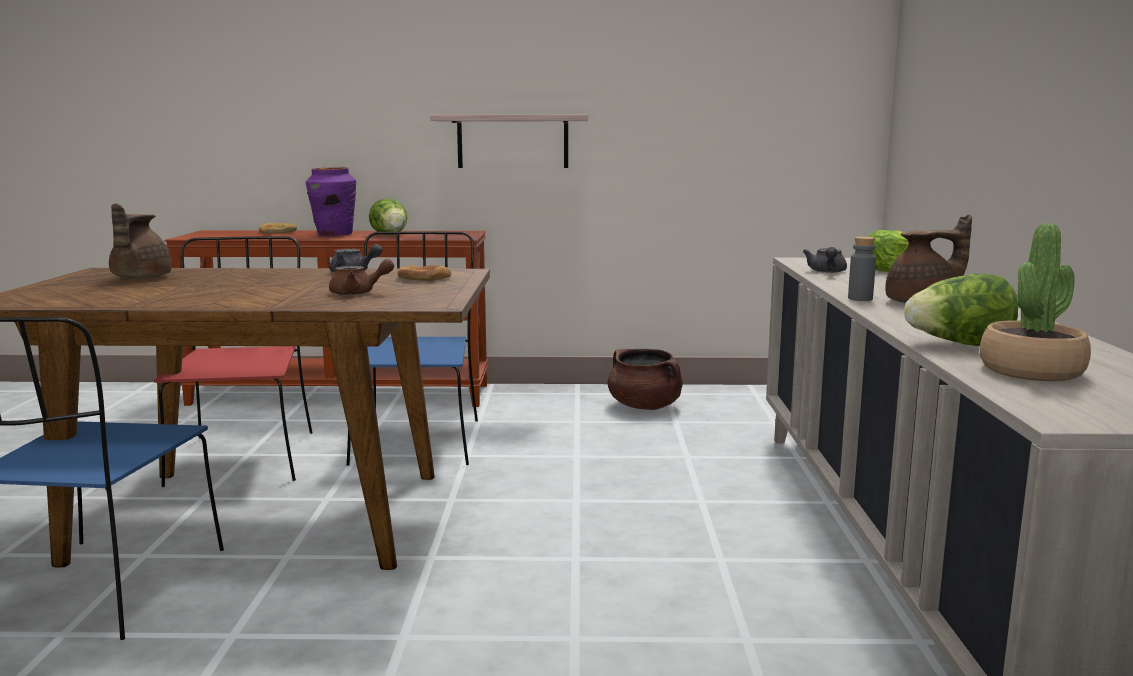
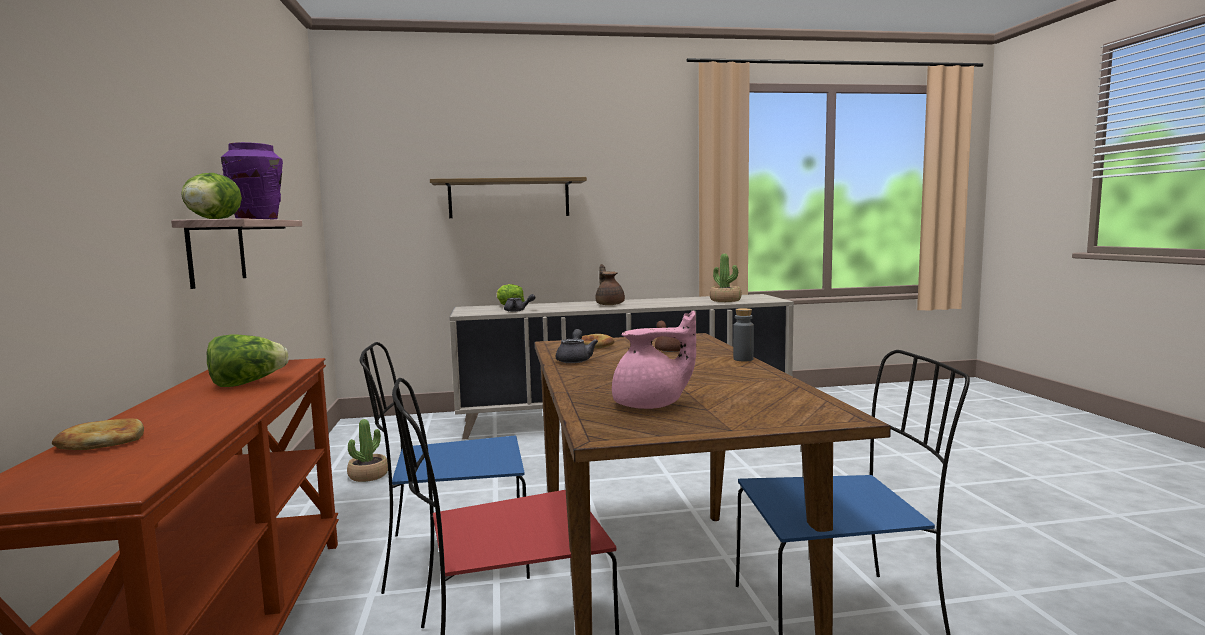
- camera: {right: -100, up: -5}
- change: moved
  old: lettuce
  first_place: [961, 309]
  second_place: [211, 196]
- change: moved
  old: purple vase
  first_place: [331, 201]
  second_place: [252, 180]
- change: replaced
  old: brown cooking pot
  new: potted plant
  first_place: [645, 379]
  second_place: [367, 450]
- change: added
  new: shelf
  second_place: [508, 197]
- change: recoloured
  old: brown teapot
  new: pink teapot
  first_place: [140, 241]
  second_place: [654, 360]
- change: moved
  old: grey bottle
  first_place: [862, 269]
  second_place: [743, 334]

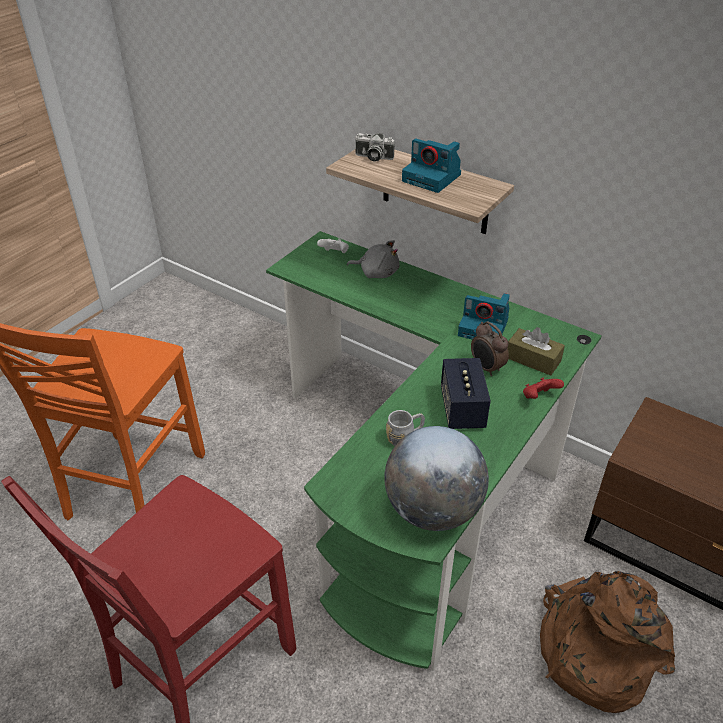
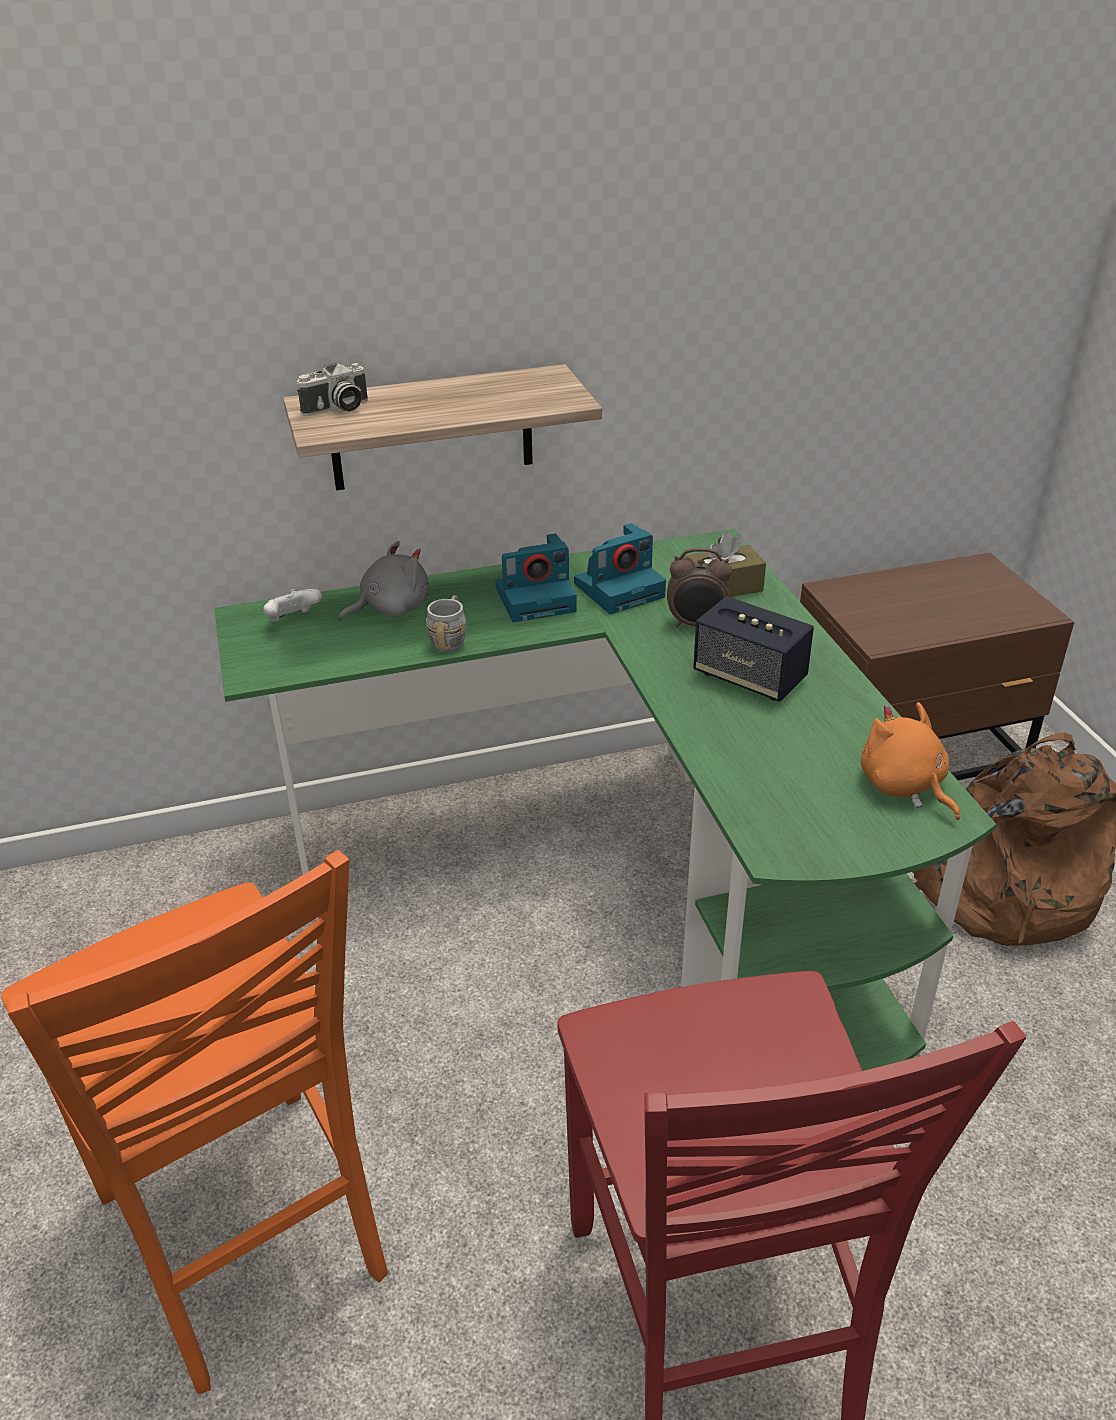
- camera: {right: -50, up: -5}
- change: moved
  old: grey mug
  first_place: [405, 428]
  second_place: [446, 623]
- change: moved
  old: photo camera
  first_place: [431, 166]
  second_place: [536, 578]
- change: replaced
  old: globe
  new: orange plush toy
  first_place: [436, 478]
  second_place: [910, 761]
- change: removed
  old: red game controller
  first_place: [543, 388]

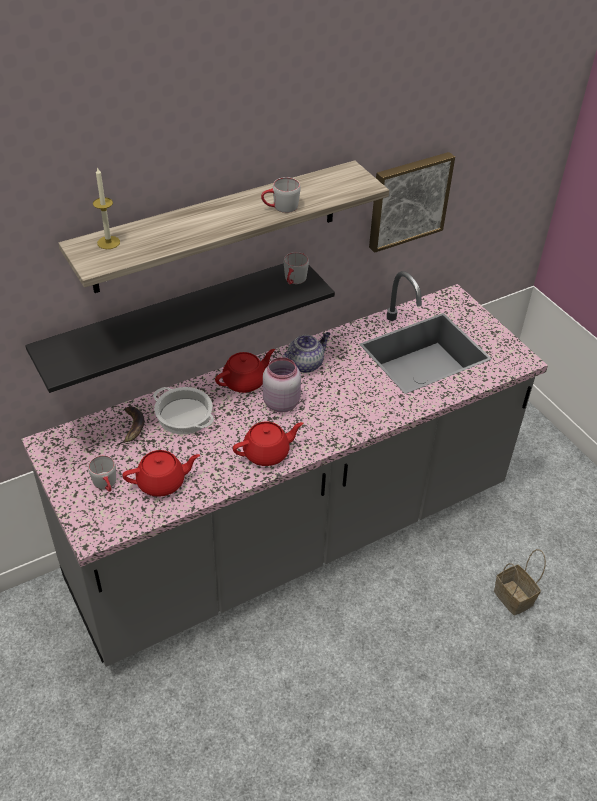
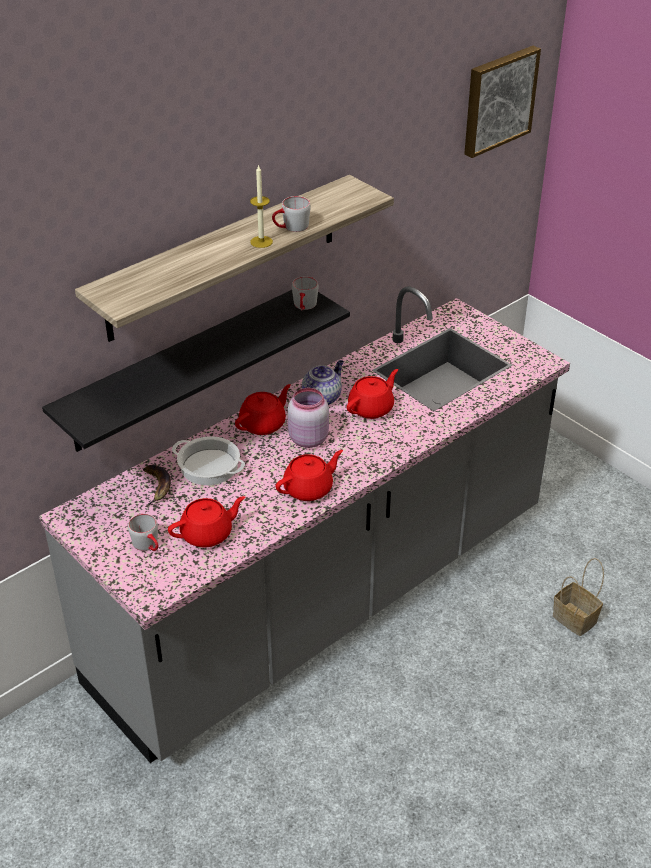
- camera: {right: -10, up: -5}
- change: moved
  old: candle
  first_place: [106, 208]
  second_place: [261, 206]
- change: added
  new: red teapot
  second_place: [372, 394]
- change: moved
  old: picture
  first_place: [412, 202]
  second_place: [502, 102]

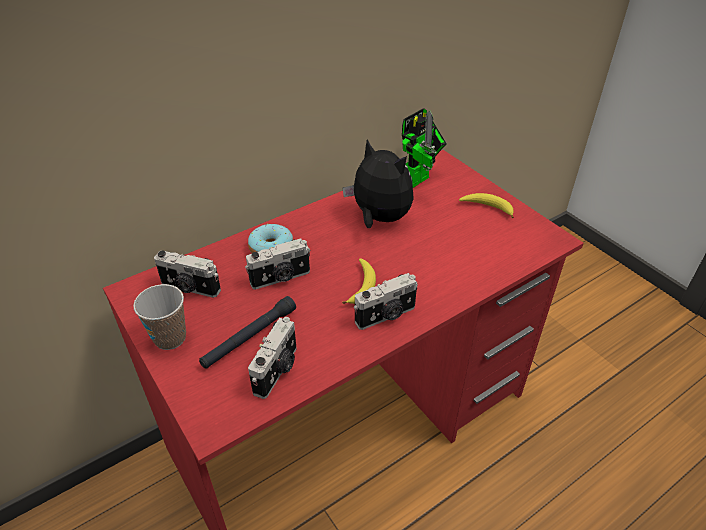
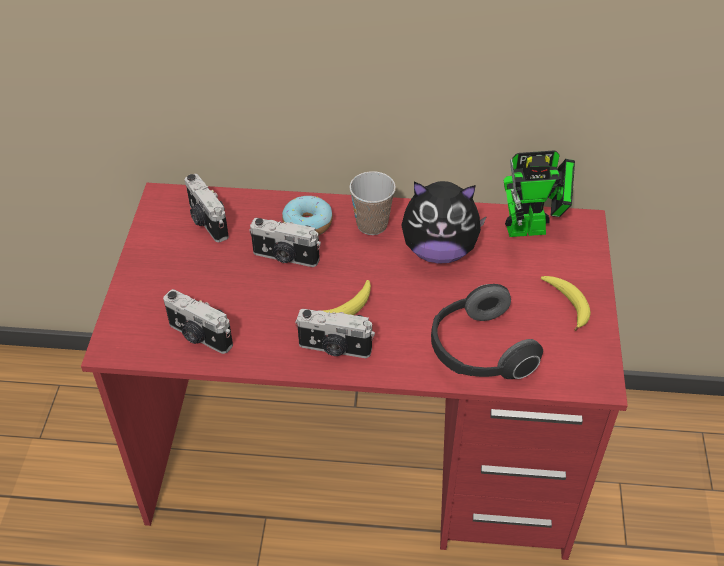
- camera: {right: 40, up: 5}
- change: turned
  old: photo camera
  first_place: [272, 358]
  second_place: [198, 321]
  degrees: 60
- change: moved
  old: cup
  first_place: [159, 317]
  second_place: [372, 203]
- change: turned
  old: plush toy
  first_place: [378, 184]
  second_place: [444, 222]
  degrees: 105
- change: added
  new: headphones
  second_place: [487, 331]
- change: removed
  old: black flashlight
  first_place: [247, 332]

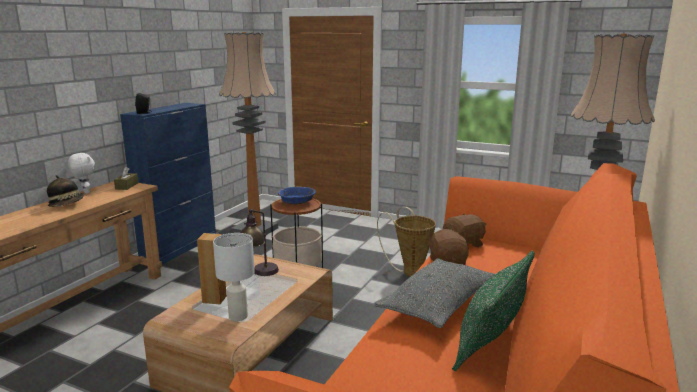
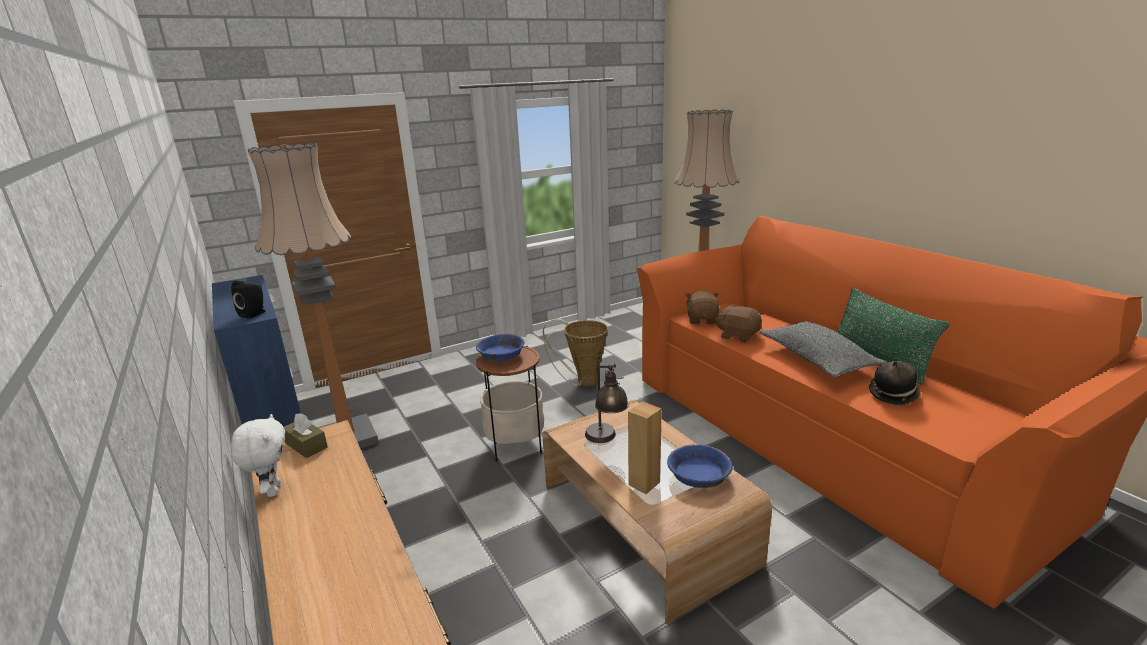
- camera: {right: -55, up: 5}
- change: turned
  old: white plush toy
  first_place: [81, 173]
  second_place: [258, 455]
  degrees: 75
- change: replaced
  old: white table lamp
  new: blue bowl
  first_place: [234, 277]
  second_place: [700, 466]
- change: moved
  old: hat
  first_place: [65, 191]
  second_place: [895, 383]

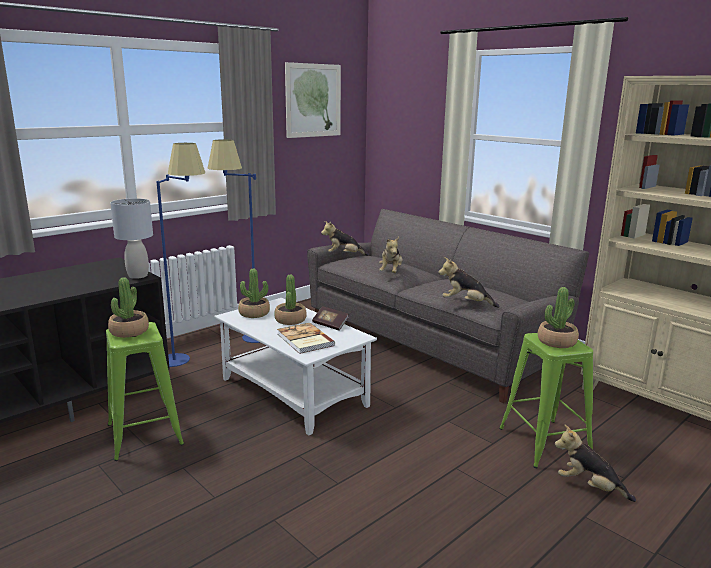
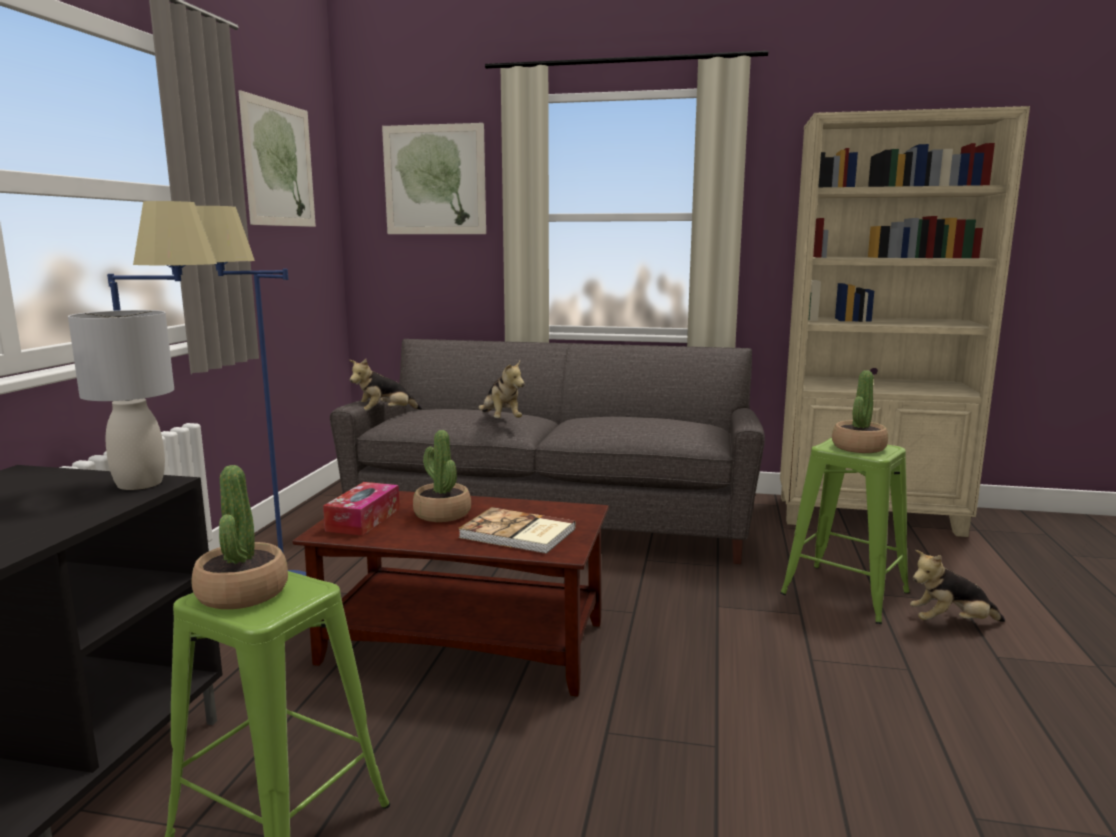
- camera: {right: -35, up: -5}
- change: recoloured
  old: white coffee table
  new: brown coffee table
  first_place: [295, 366]
  second_place: [451, 594]
- change: replaced
  old: potted plant
  new: tissue box
  first_place: [254, 293]
  second_place: [361, 509]
- change: added
  new: picture
  second_place: [434, 178]
- change: removed
  old: book
  first_place: [330, 318]
- change: removed
  old: plush toy
  first_place: [468, 282]

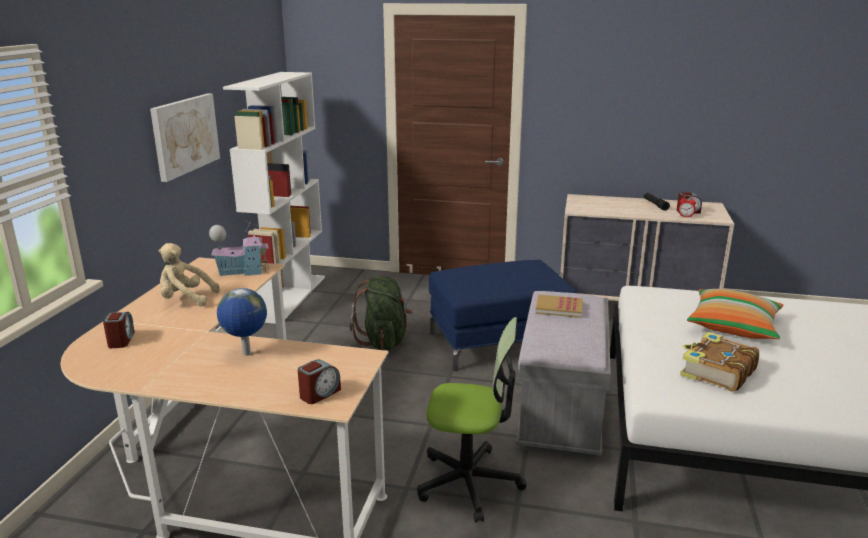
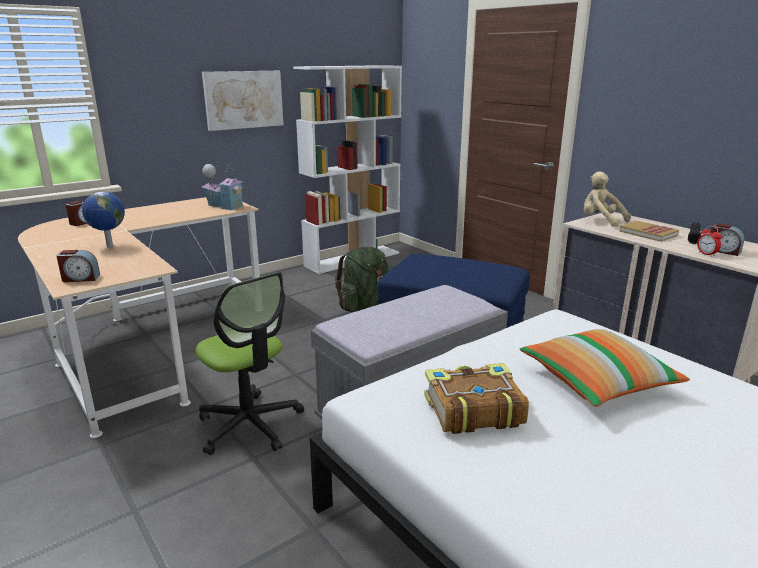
- camera: {right: 40, up: 0}
- change: moved
  old: beige plush toy
  first_place: [189, 275]
  second_place: [607, 199]
- change: moved
  old: book
  first_place: [559, 306]
  second_place: [649, 231]

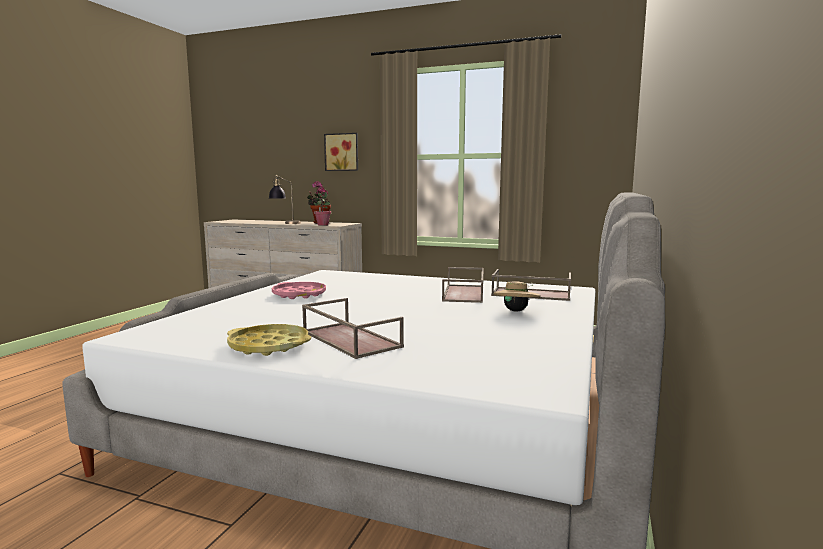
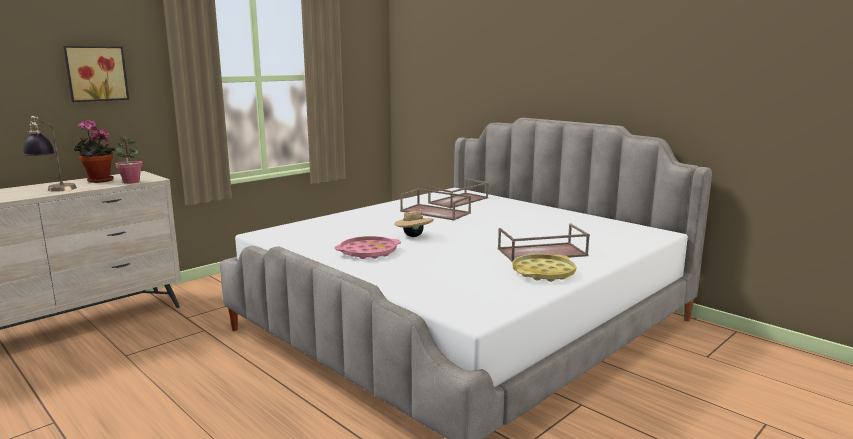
- camera: {right: -65, up: 5}
- change: moved
  old: beige hat
  first_place: [517, 296]
  second_place: [413, 223]

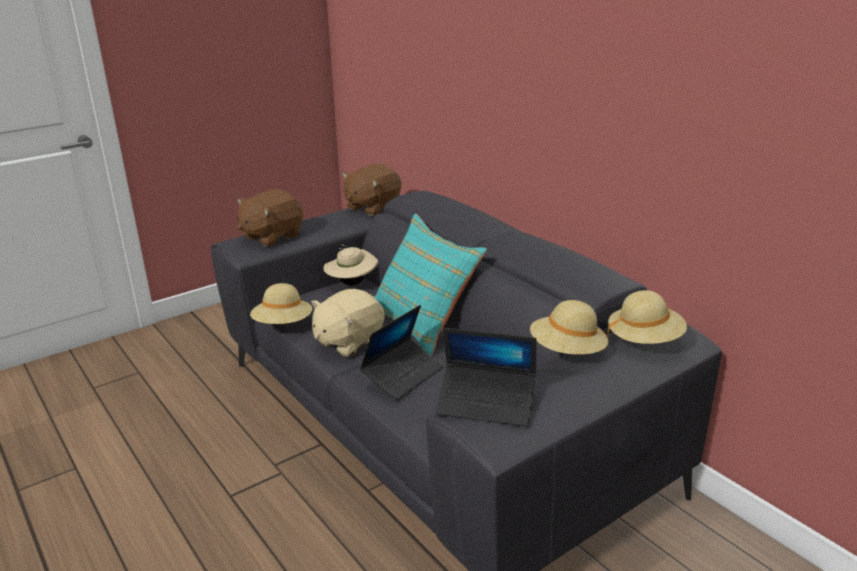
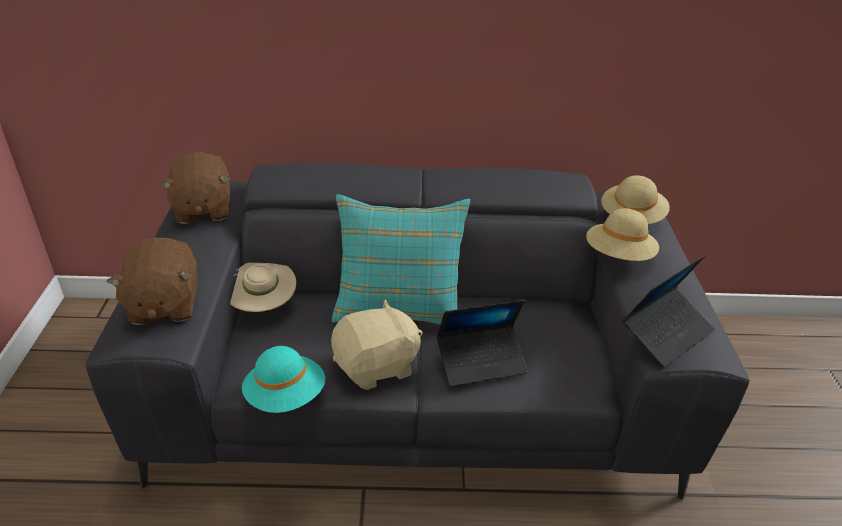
- camera: {right: -55, up: 10}
- change: recoloured
  old: beige hat
  new: turquoise hat
  first_place: [281, 303]
  second_place: [283, 379]
- change: turned
  old: beige plush toy
  first_place: [347, 323]
  second_place: [376, 344]
  degrees: -105
- change: turned
  old: laptop
  first_place: [401, 353]
  second_place: [482, 343]
  degrees: 90

